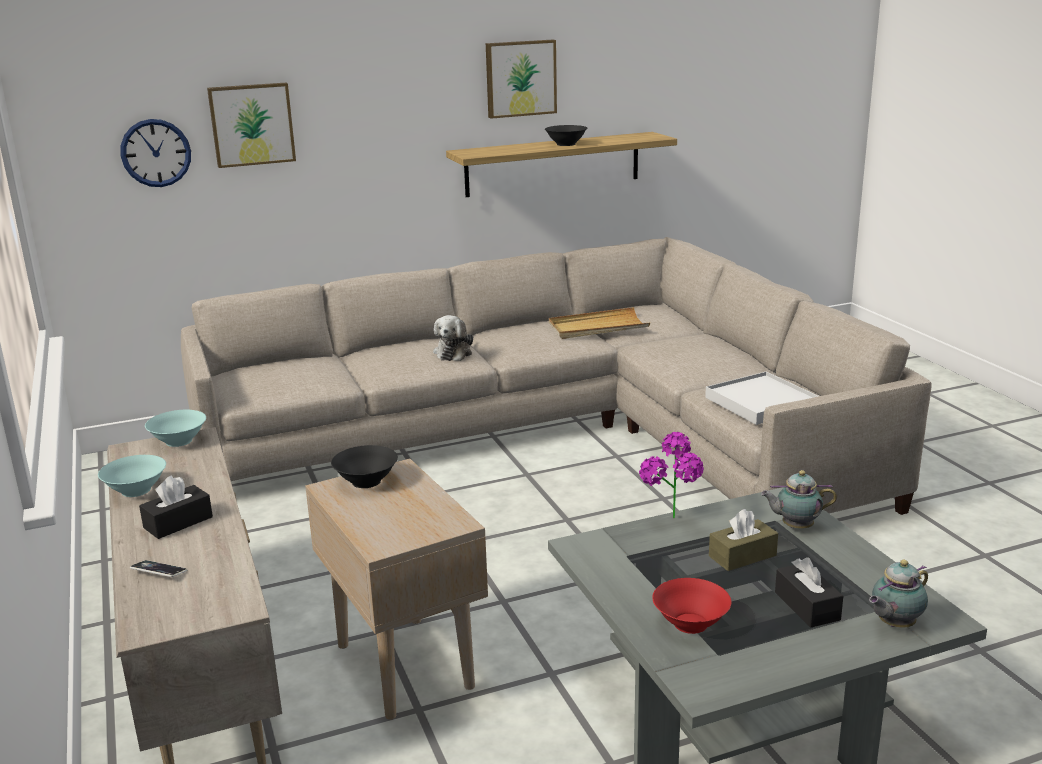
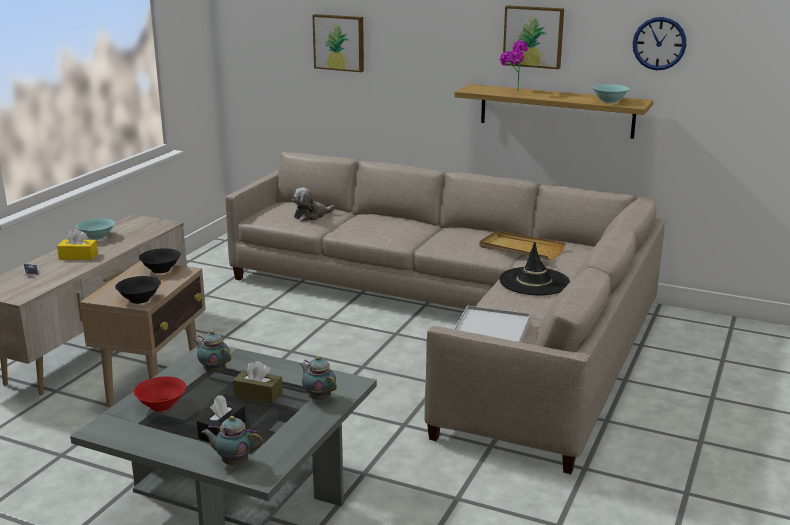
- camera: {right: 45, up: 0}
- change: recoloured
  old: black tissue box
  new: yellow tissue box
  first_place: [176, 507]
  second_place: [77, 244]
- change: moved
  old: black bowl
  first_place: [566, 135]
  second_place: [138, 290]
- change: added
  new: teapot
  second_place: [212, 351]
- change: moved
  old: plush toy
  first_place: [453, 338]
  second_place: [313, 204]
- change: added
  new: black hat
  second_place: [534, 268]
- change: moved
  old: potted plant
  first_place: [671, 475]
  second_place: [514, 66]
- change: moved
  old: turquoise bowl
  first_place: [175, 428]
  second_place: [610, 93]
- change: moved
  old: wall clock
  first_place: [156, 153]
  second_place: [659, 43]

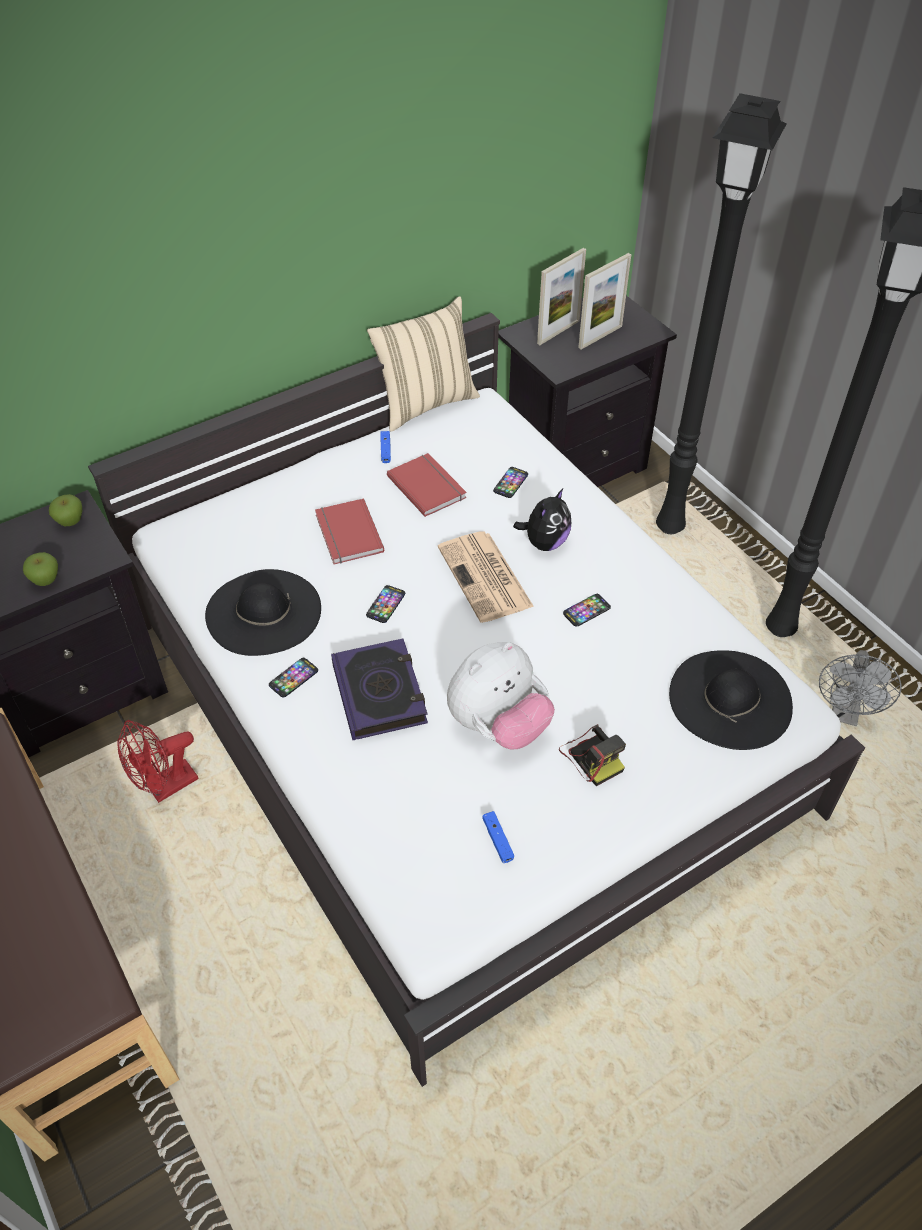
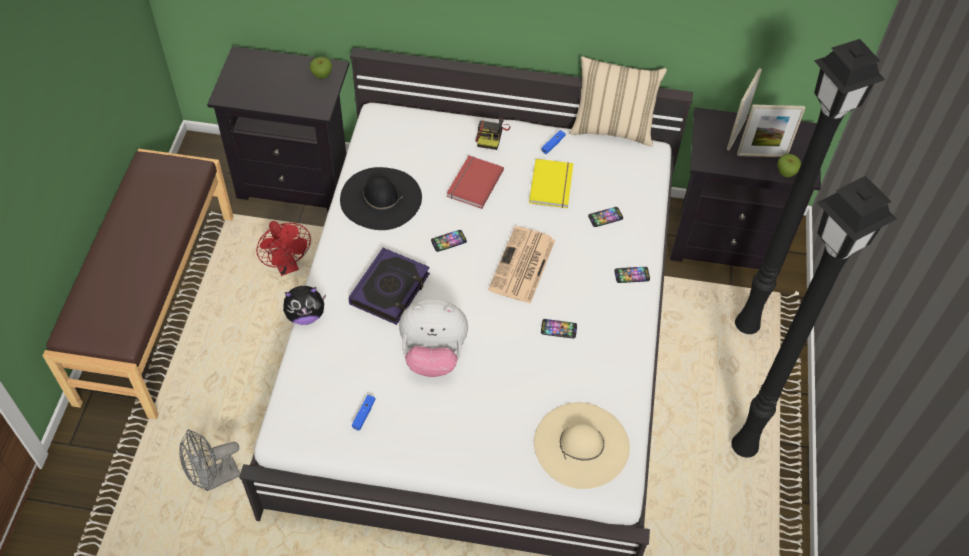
- camera: {right: 40, up: 5}
- change: moved
  old: grey fan
  first_place: [860, 688]
  second_place: [209, 460]
- change: turned
  old: red fan
  first_place: [158, 761]
  second_place: [283, 248]
  degrees: -120
- change: moved
  old: plush toy
  first_place: [542, 519]
  second_place: [304, 305]
- change: moved
  old: photo camera
  first_place: [592, 755]
  second_place: [492, 134]
- change: recoloured
  old: red book
  new: yellow book
  first_place: [427, 485]
  second_place: [551, 183]
- change: recoloured
  old: black hat
  new: beige hat
  first_place: [731, 700]
  second_place: [582, 445]
- change: moved
  old: phone
  first_place: [293, 678]
  second_place: [632, 275]
- change: turned
  old: picture frame
  first_place: [561, 296]
  second_place: [744, 109]
  degrees: 120
- change: moved
  old: apple
  first_place: [40, 569]
  second_place: [789, 166]

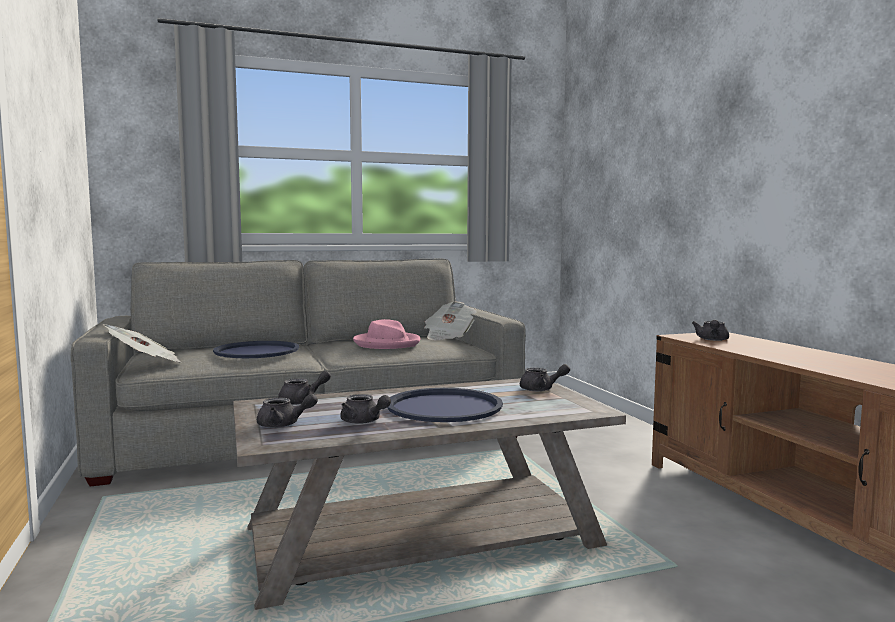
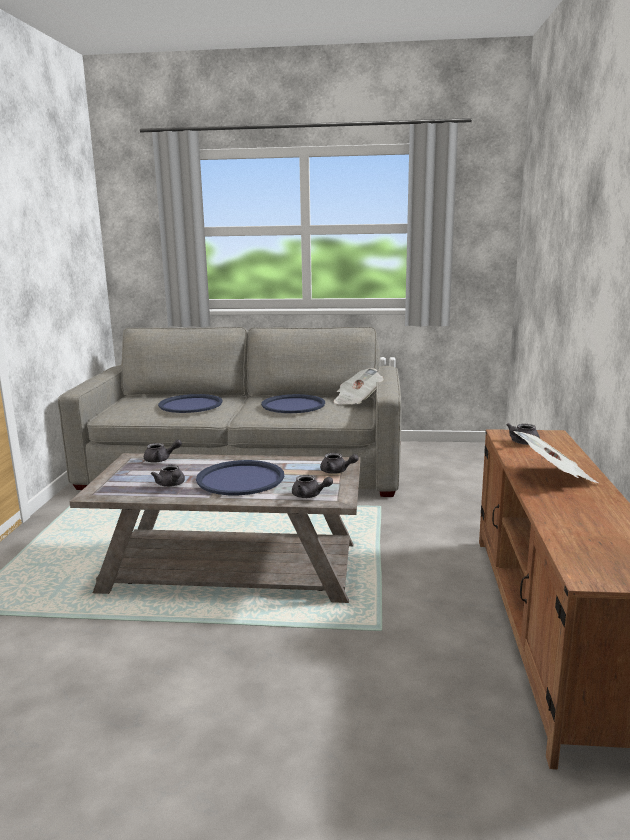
- camera: {right: 25, up: 10}
- change: replaced
  old: pink hat
  new: blue tray
  first_place: [387, 334]
  second_place: [293, 403]
- change: moved
  old: grey teapot
  first_place: [287, 411]
  second_place: [312, 486]
- change: moved
  old: newspaper
  first_place: [142, 343]
  second_place: [556, 457]

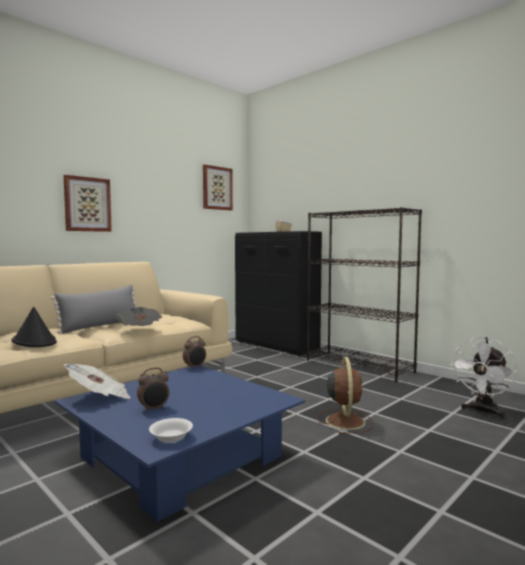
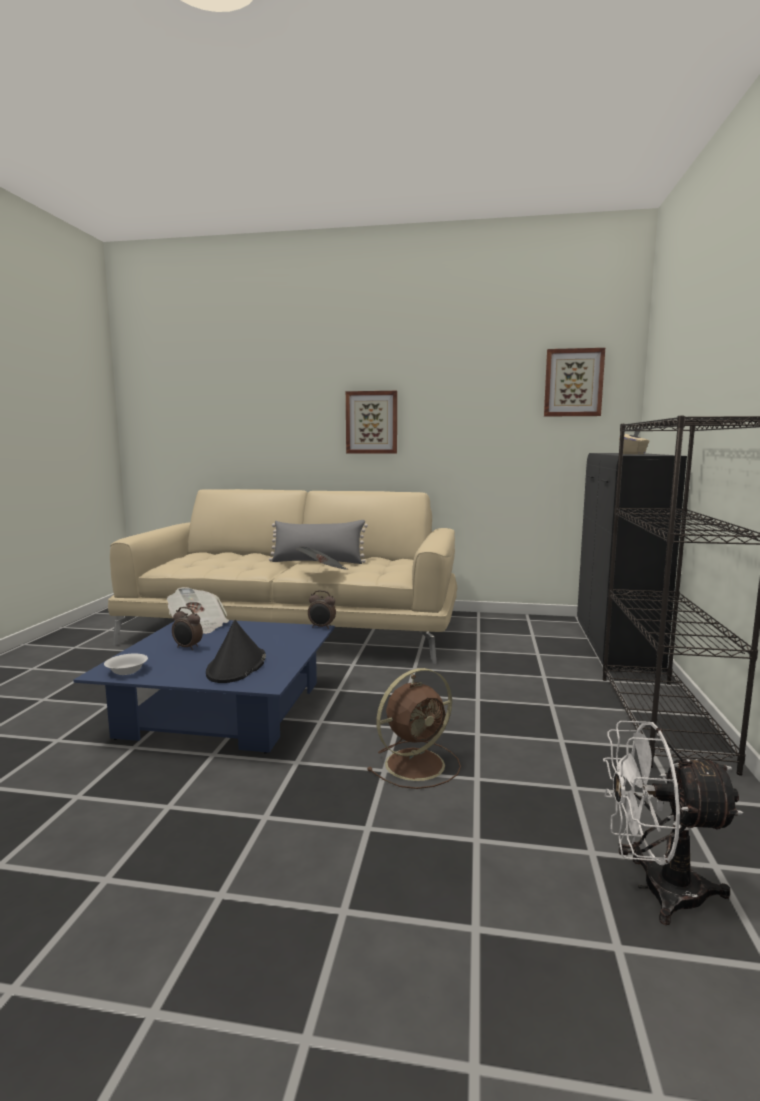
- camera: {right: 55, up: 5}
- change: moved
  old: black hat
  first_place: [34, 327]
  second_place: [236, 651]

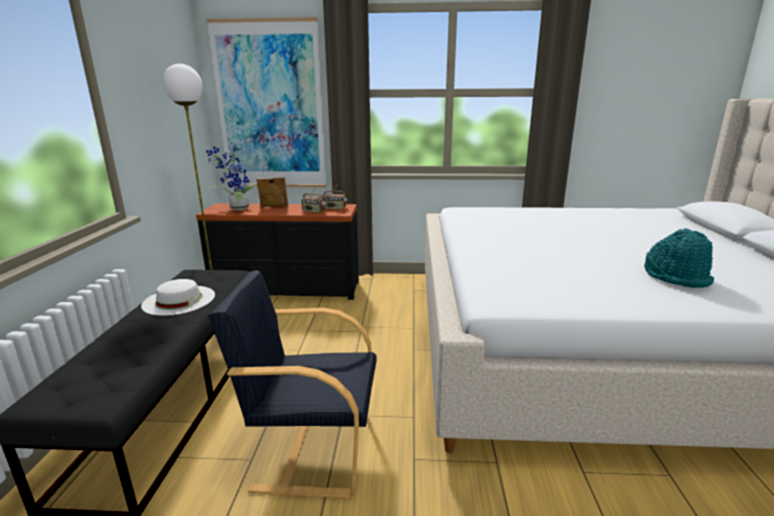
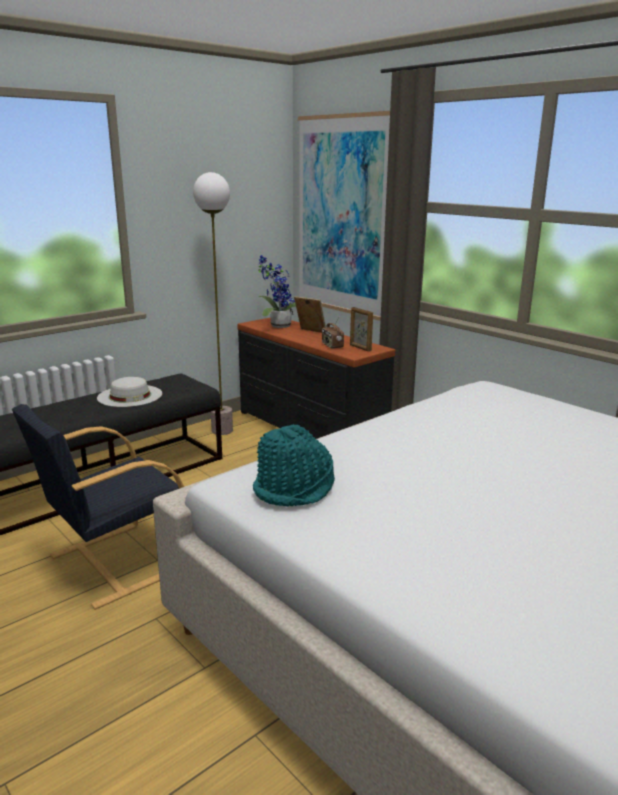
- camera: {right: 45, up: 0}
- change: turned
  old: black armchair
  first_place: [292, 384]
  second_place: [98, 507]
  degrees: -90
- change: moved
  old: turquoise hat
  first_place: [679, 258]
  second_place: [294, 465]
- change: replaced
  old: radio
  new: picture frame
  first_place: [335, 196]
  second_place: [361, 329]

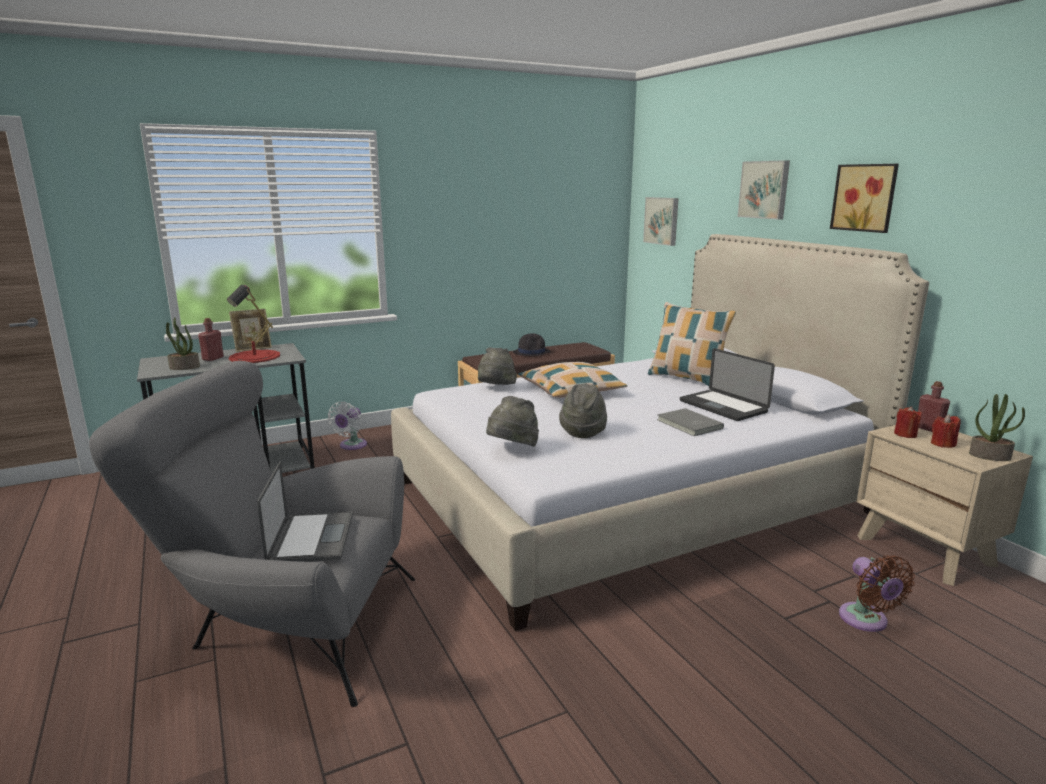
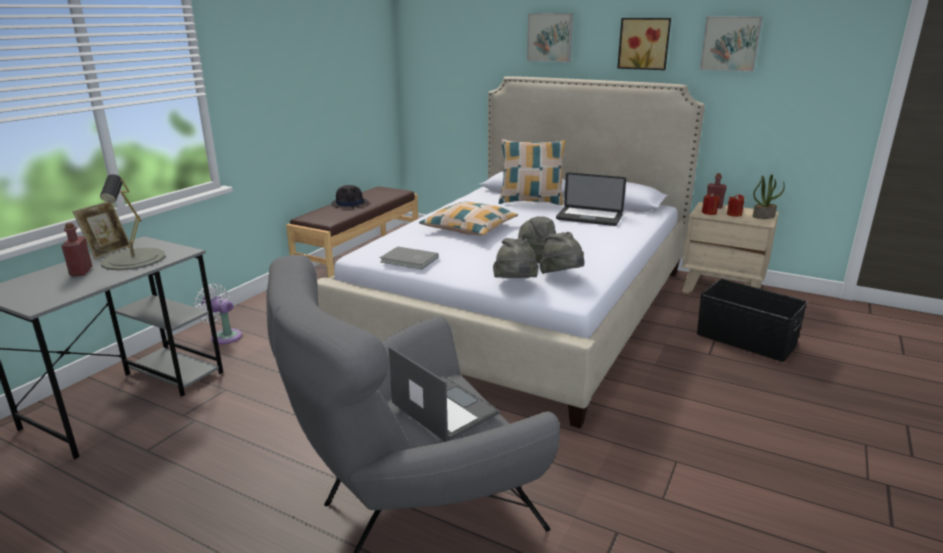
- camera: {right: -35, up: 5}
- change: recoloured
  old: red table lamp
  new: grey table lamp
  first_place: [253, 324]
  second_place: [132, 222]
- change: turned
  old: white fan
  first_place: [347, 426]
  second_place: [218, 314]
  degrees: 135
- change: moved
  old: grey book
  first_place: [690, 422]
  second_place: [409, 258]
- change: moved
  old: grey hat
  first_place: [497, 366]
  second_place: [562, 253]
- change: replaced
  old: brown fan
  new: black storage box
  first_place: [877, 594]
  second_place: [752, 320]
- change: moved
  old: picture
  first_place: [661, 221]
  second_place: [731, 44]
- change: removed
  old: potted plant
  first_place: [183, 343]

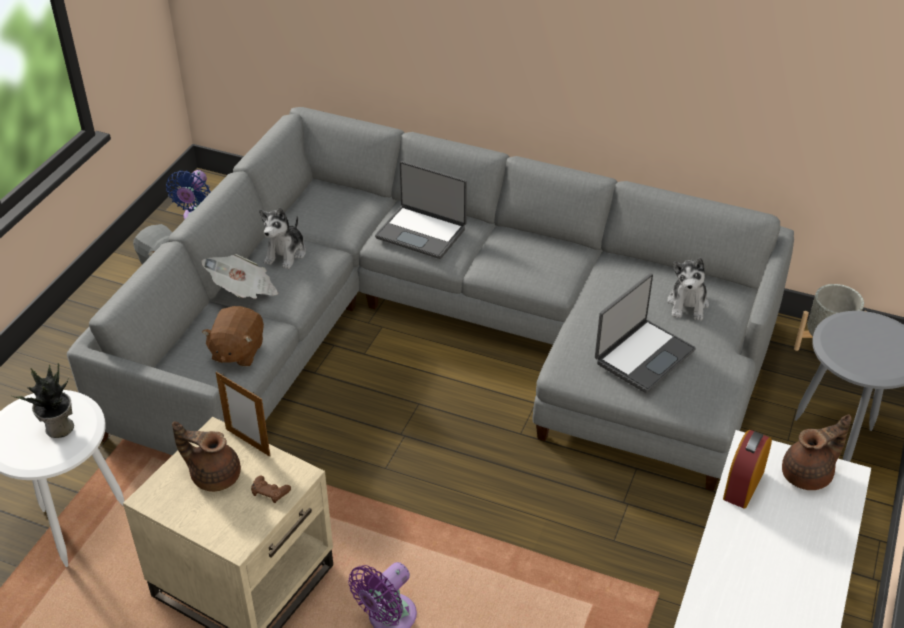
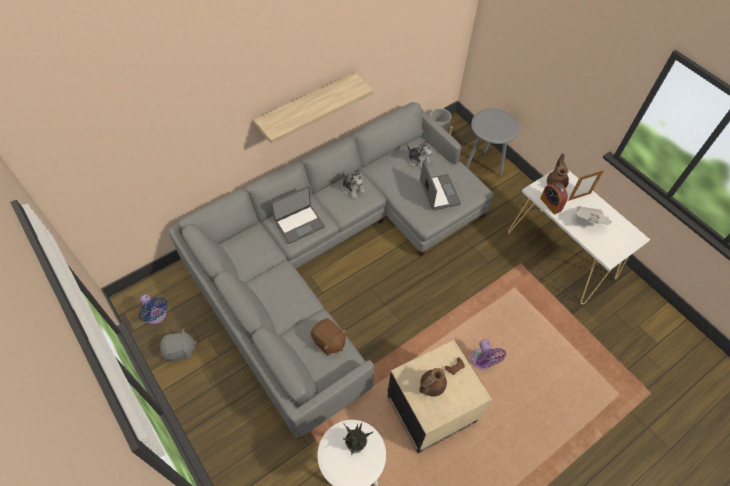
- camera: {right: -60, up: 15}
- change: added
  new: shelf
  second_place: [314, 108]
- change: moved
  old: plush toy
  first_place: [282, 238]
  second_place: [354, 184]
- change: moved
  old: picture frame
  first_place: [243, 414]
  second_place: [586, 185]
- change: moved
  old: newspaper
  first_place: [240, 276]
  second_place: [593, 215]

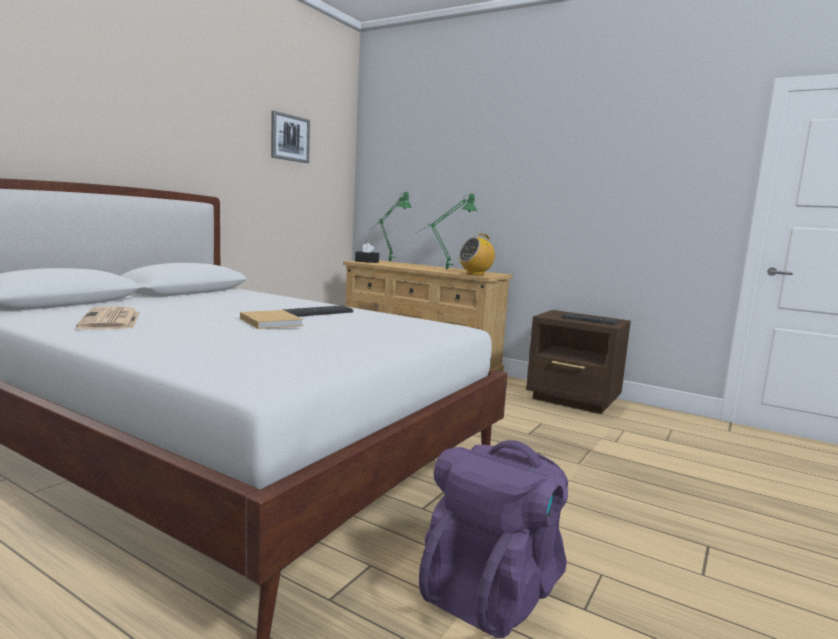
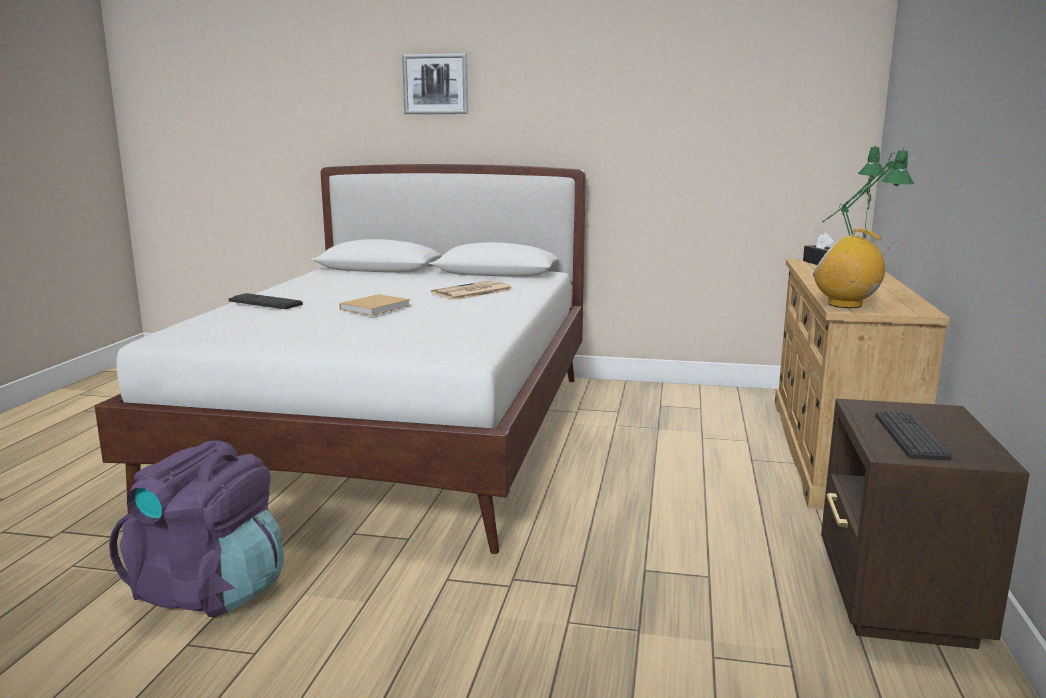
- camera: {right: 70, up: 5}
- change: moved
  old: keyboard
  first_place: [317, 311]
  second_place: [265, 301]
- change: moved
  old: picture
  first_place: [290, 137]
  second_place: [435, 83]
- change: moved
  old: newspaper
  first_place: [108, 318]
  second_place: [472, 290]

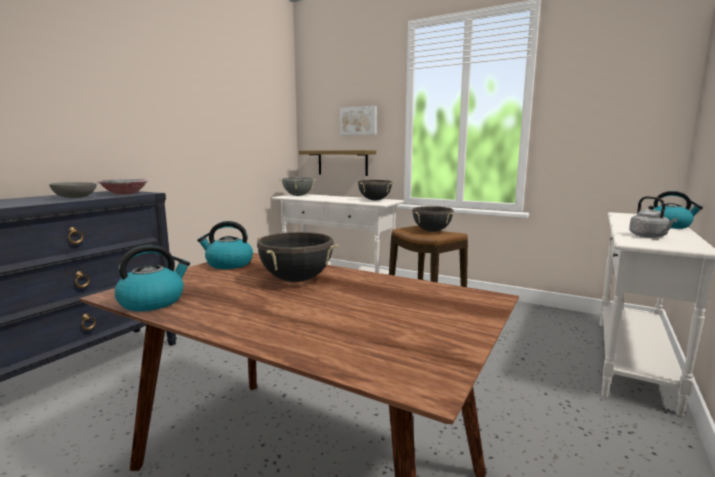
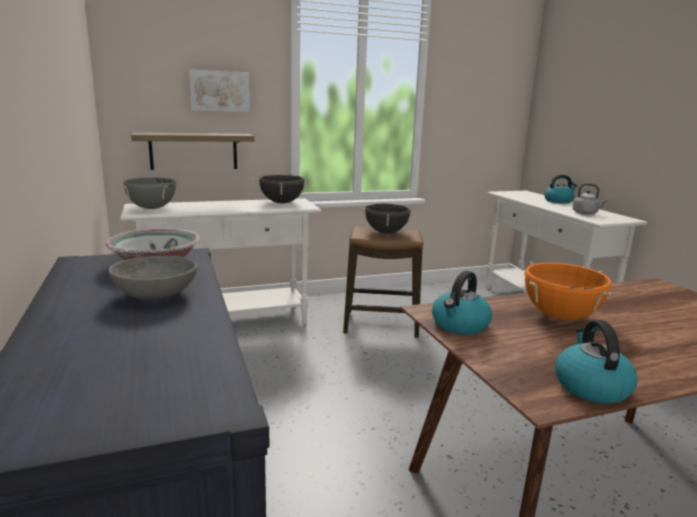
- camera: {right: -50, up: 5}
- change: recoloured
  old: black cooking pot
  new: orange cooking pot
  first_place: [297, 257]
  second_place: [568, 291]

